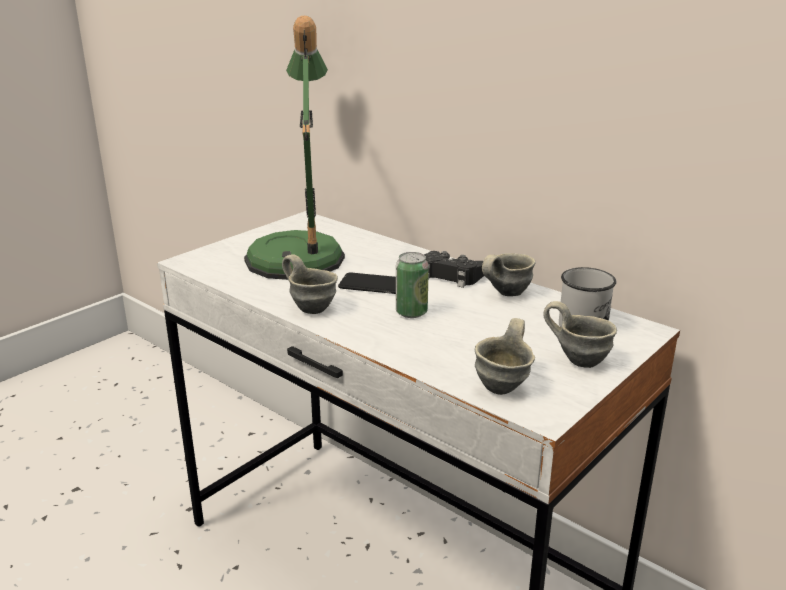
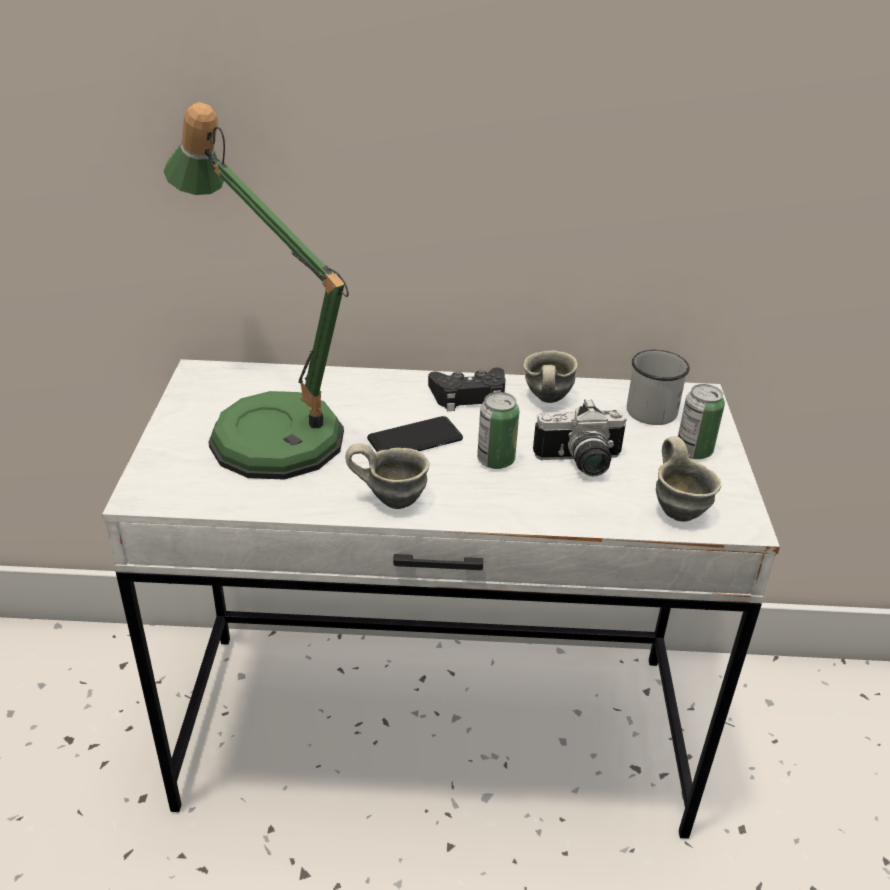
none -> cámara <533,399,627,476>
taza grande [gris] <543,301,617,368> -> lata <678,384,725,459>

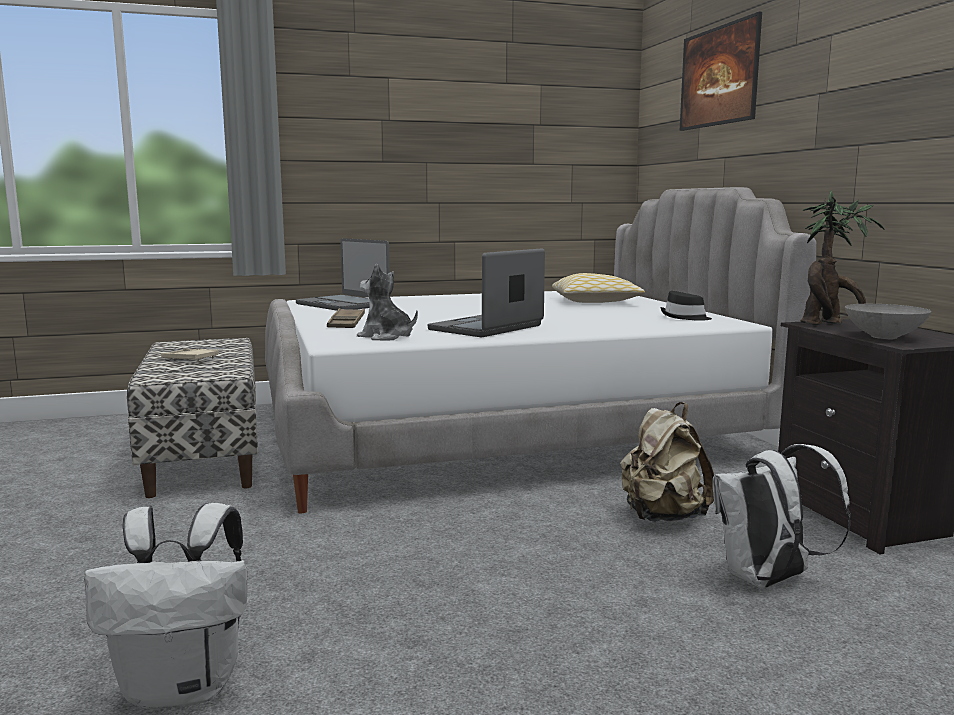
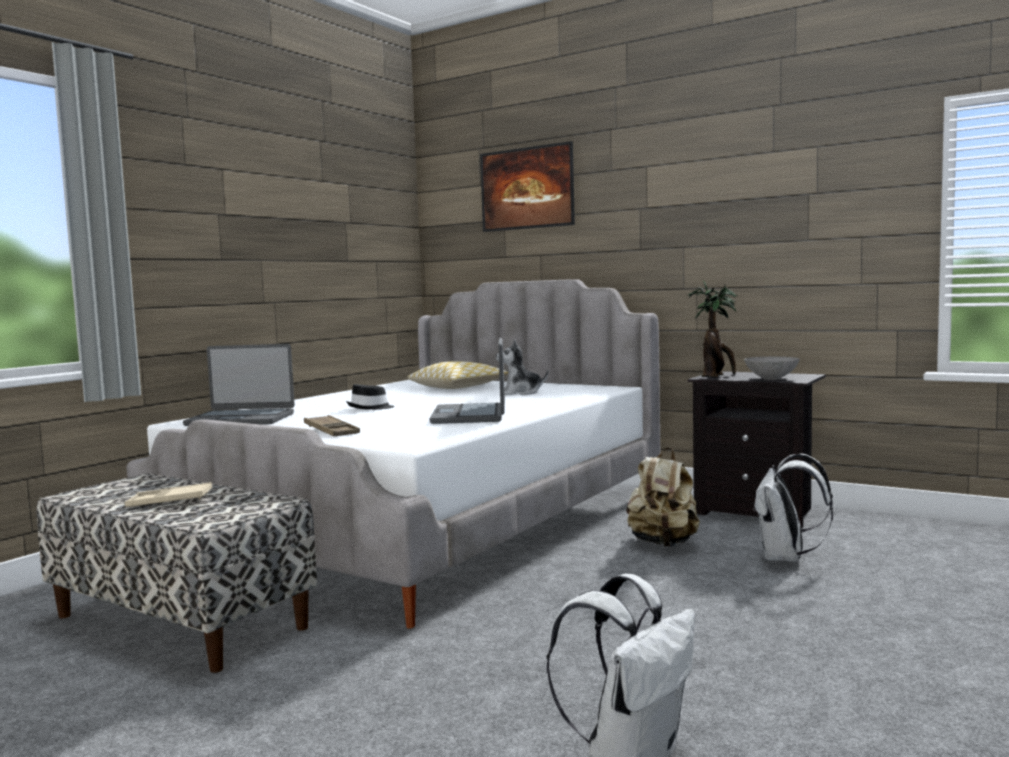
peluche <357,263,418,341> -> peluche <496,339,548,395>, move
sombrero [negro] <660,291,712,321> -> sombrero [negro] <346,384,394,410>, move

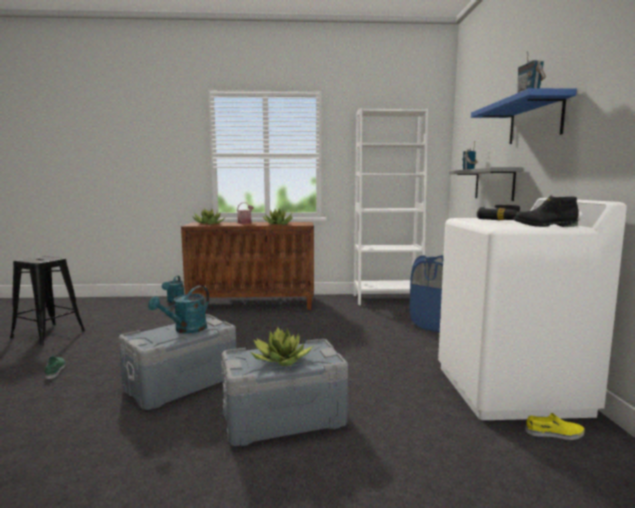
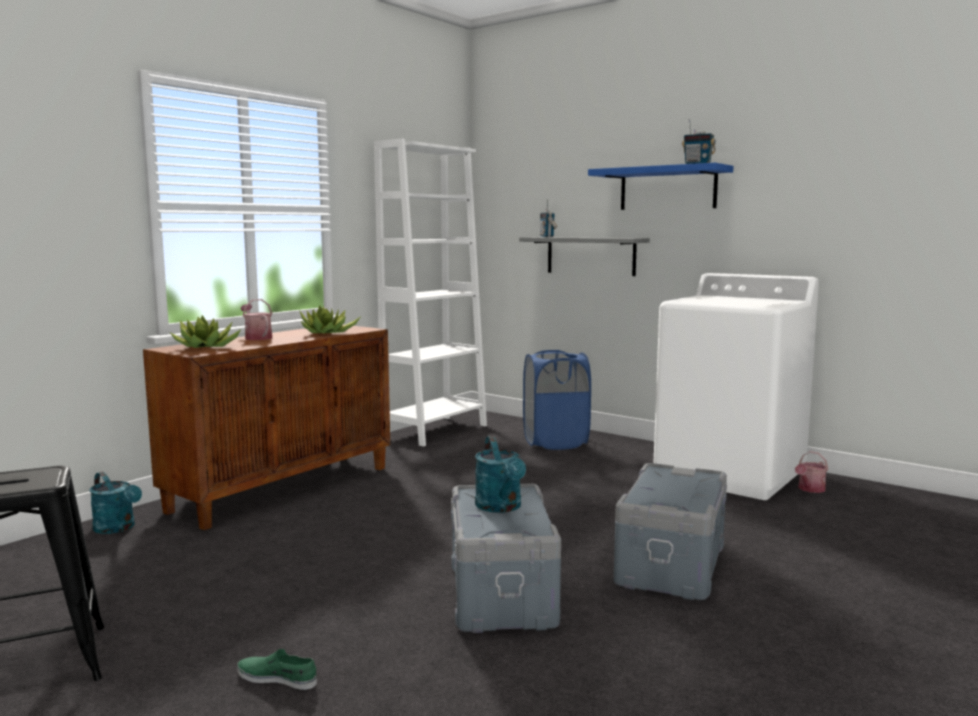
planta en maceta <251,327,313,366> -> none
taladro <477,205,520,220> -> none
bota [negro] <513,195,579,227> -> none
zapato [amarillo] <526,413,585,440> -> regadera <795,451,828,493>

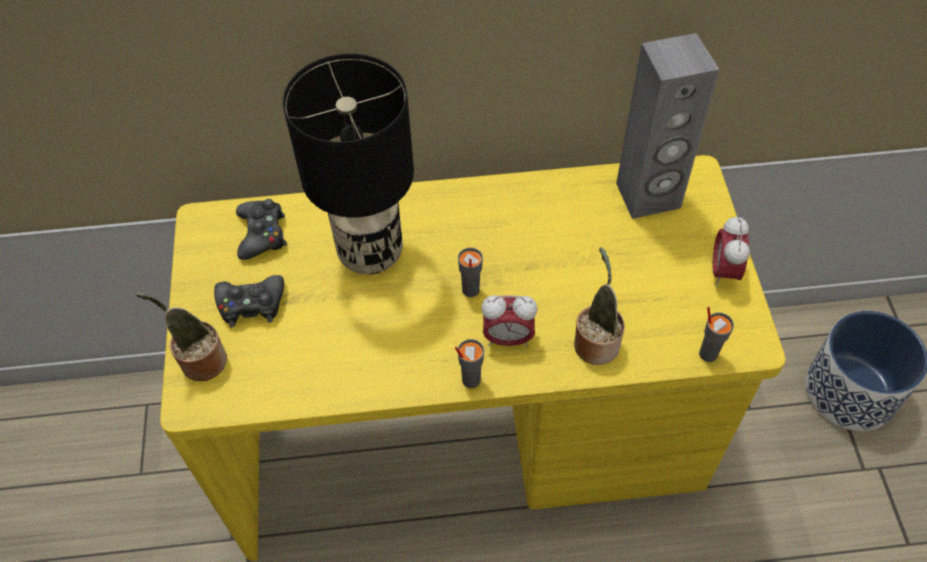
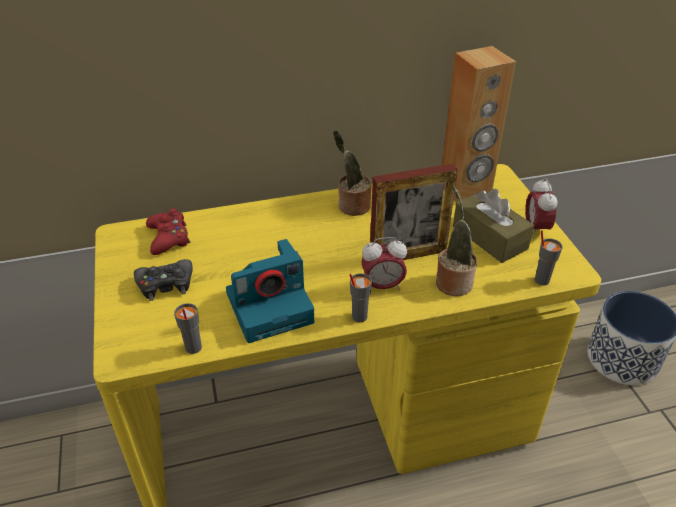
lámpara de mesa [negro] <283,54,414,274> -> none
none -> cámara <226,239,314,343>
none -> portarretratos <370,164,458,260>
none -> caja de pañuelos [marrón] <453,189,534,263>
planta en maceta <136,293,227,381> -> planta en maceta <333,130,372,216>, move
taza [gris] <458,248,483,297> -> taza [gris] <174,303,202,354>, move
mando de consola [negro] <236,199,287,260> -> mando de consola [rojo] <146,208,190,255>
altavoz [gris] <616,33,720,219> -> altavoz [marrón] <442,46,516,203>

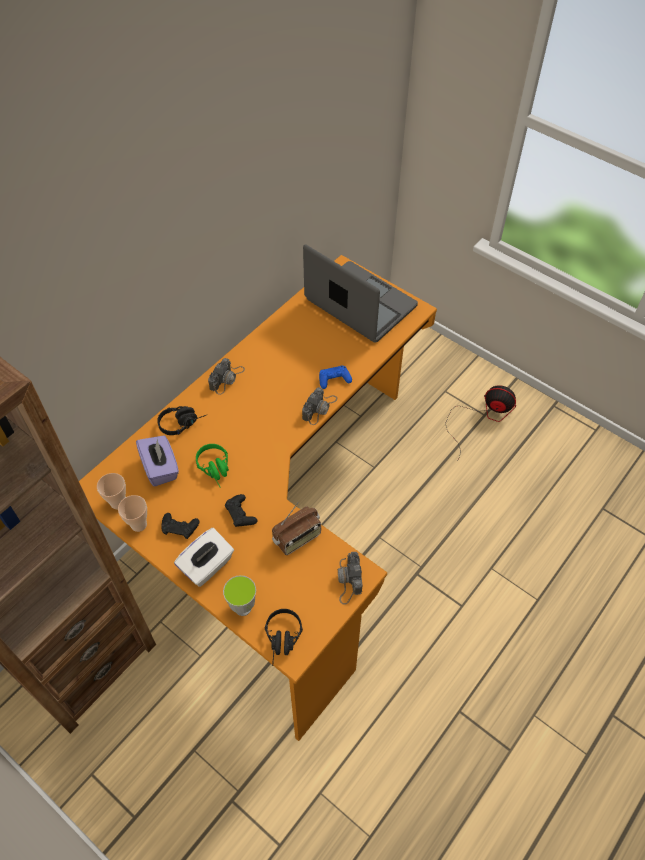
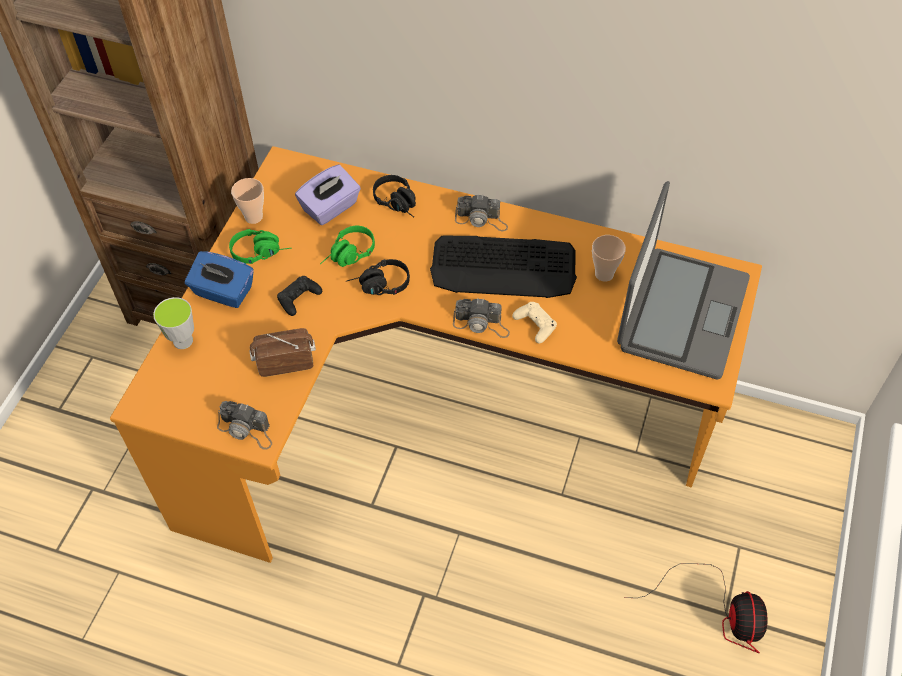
none -> teclado <430,236,577,298>
taza <97,473,126,509> -> taza <592,235,626,282>, move
auriculares [negro] <265,609,303,666> -> auriculares [negro] <346,259,410,295>, move
mando de consola [negro] <161,513,200,539> -> auriculares [verde] <229,229,292,264>
caja de pañuelos [blanco] <174,528,234,587> -> caja de pañuelos [azul] <185,251,254,308>
mando de consola [azul] <319,366,352,389> -> mando de consola [beis] <512,302,557,344>
radio <272,502,321,555> -> radio <250,328,316,377>, 135 degrees clockwise
cámara <338,552,362,605> -> cámara <217,401,272,450>, 135 degrees counterclockwise

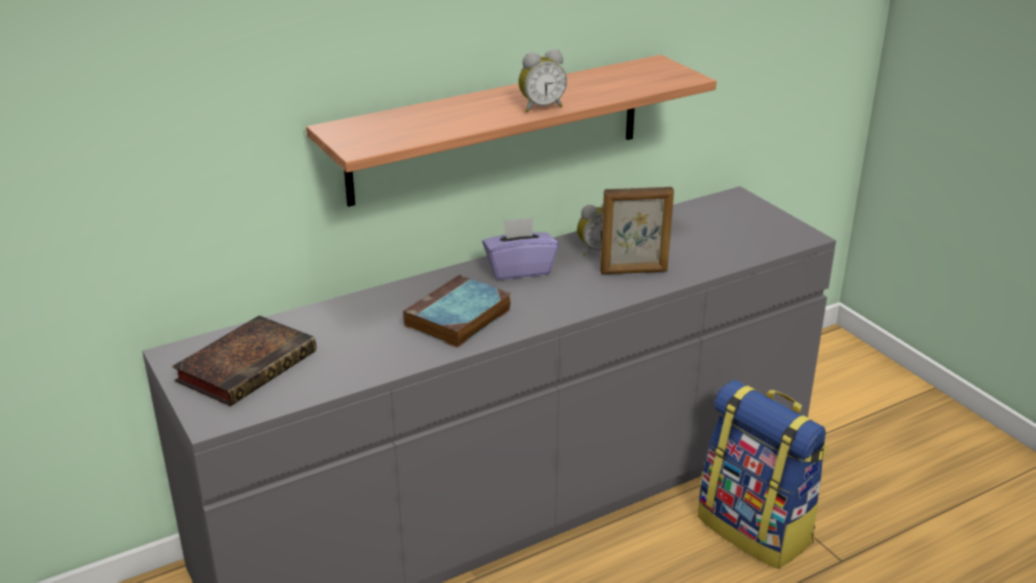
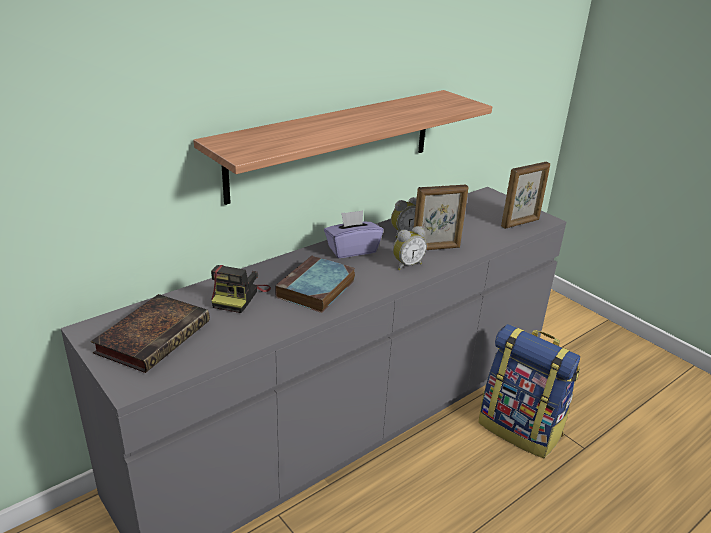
none -> cámara <211,265,271,313>
none -> portarretratos <501,162,550,229>
despertador <518,50,567,112> -> despertador <393,226,427,271>, move

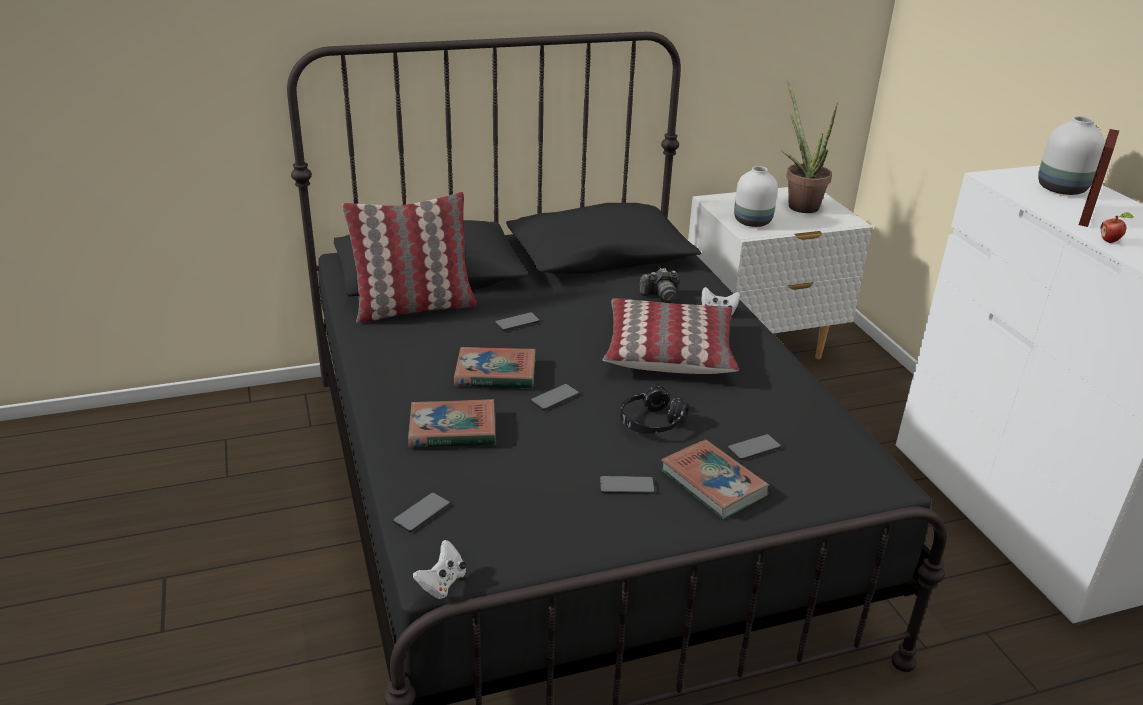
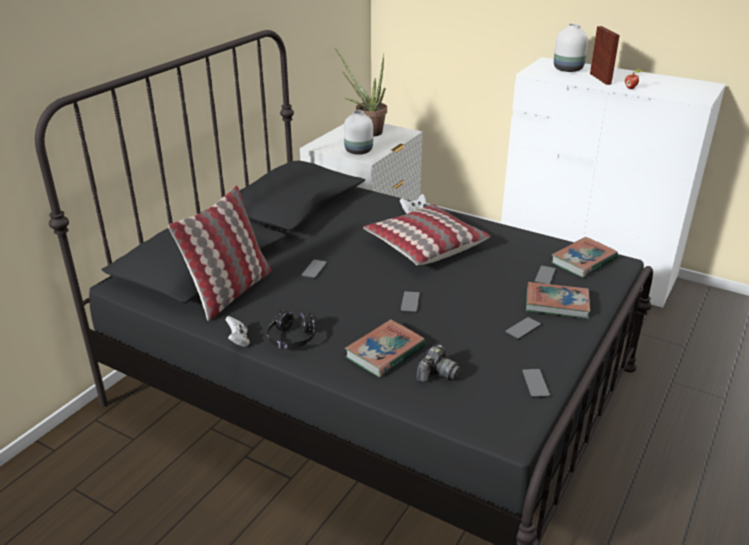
móvil <393,492,450,532> -> móvil <522,369,550,398>, move
mando de consola [blanco] <413,540,466,599> -> mando de consola [blanco] <226,316,250,347>, move
libro <454,347,536,388> -> libro <551,237,618,277>, move
auriculares [negro] <620,385,689,434> -> auriculares [negro] <267,310,315,349>, move
cámara <639,268,679,303> -> cámara <416,345,461,383>, move

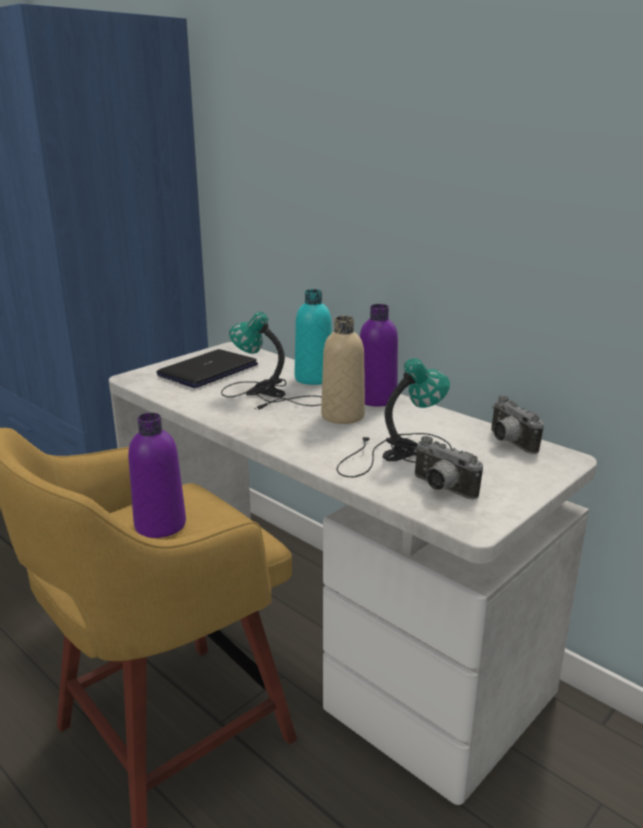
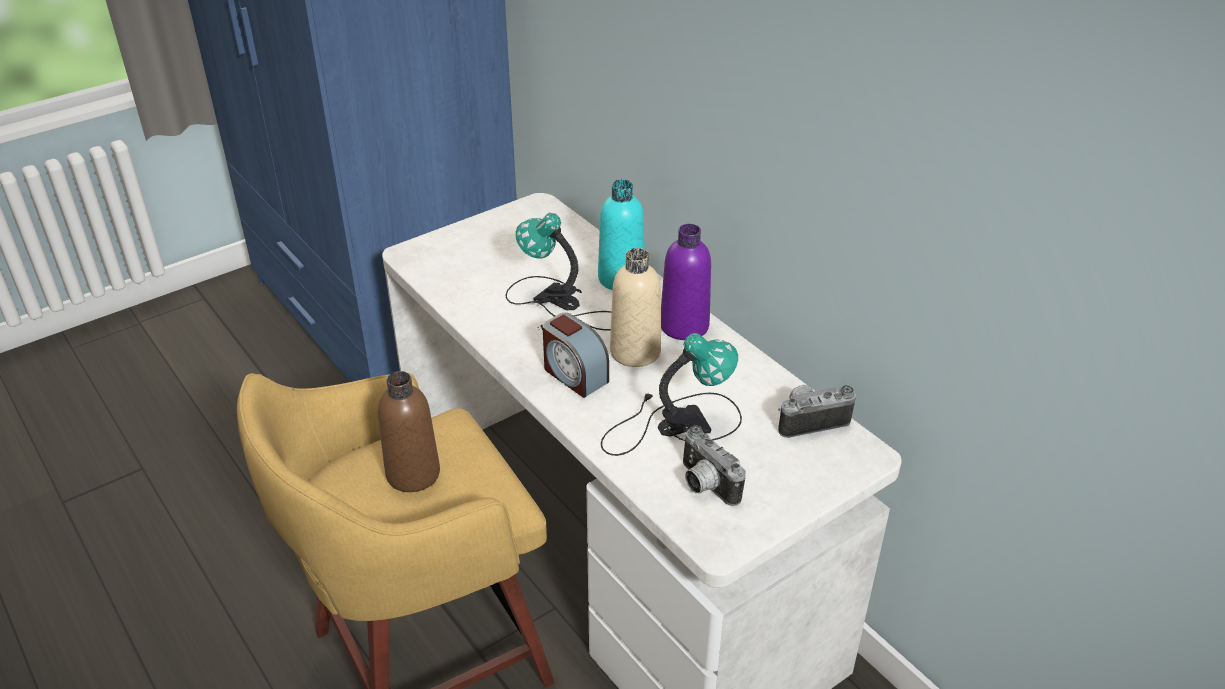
portátil <156,349,258,388> -> none
none -> despertador <542,313,609,398>
botella [morado] <128,413,186,538> -> botella [marrón] <378,371,440,492>
cámara <491,396,544,454> -> cámara <778,385,856,438>, 90 degrees clockwise

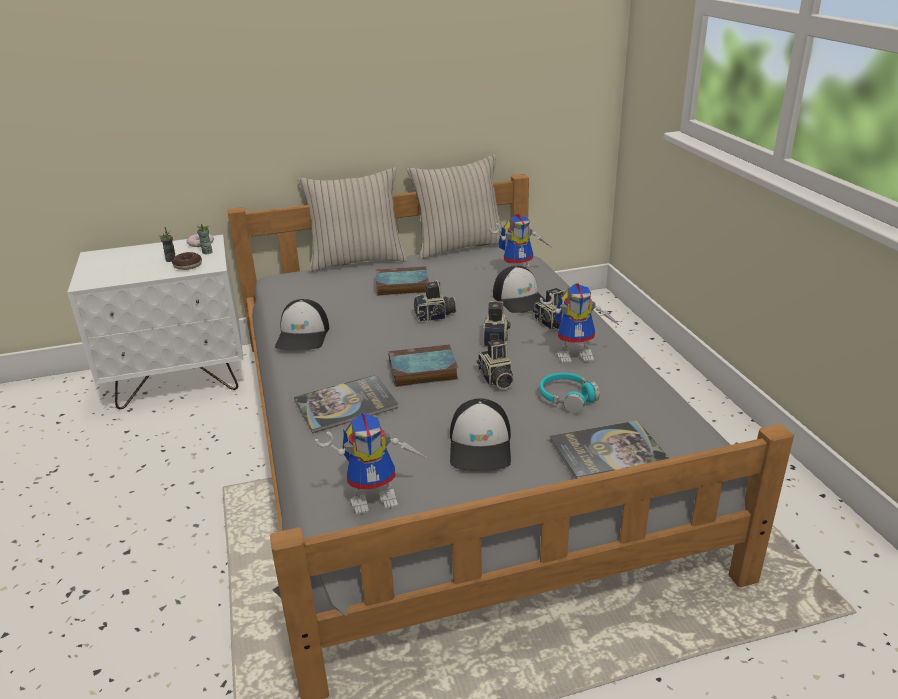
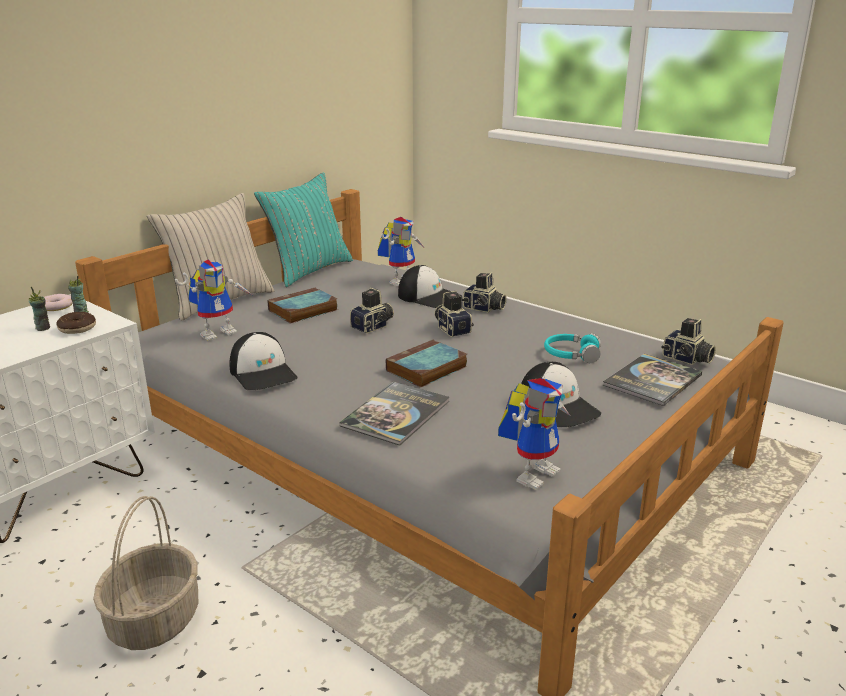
none -> cesta <93,496,198,650>
cámara <477,339,514,389> -> cámara <661,318,716,365>, move
robot de juguete <540,283,620,363> -> robot de juguete <175,260,252,341>, move
cojín [beis] <407,155,503,259> -> cojín [turquesa] <254,172,353,287>

